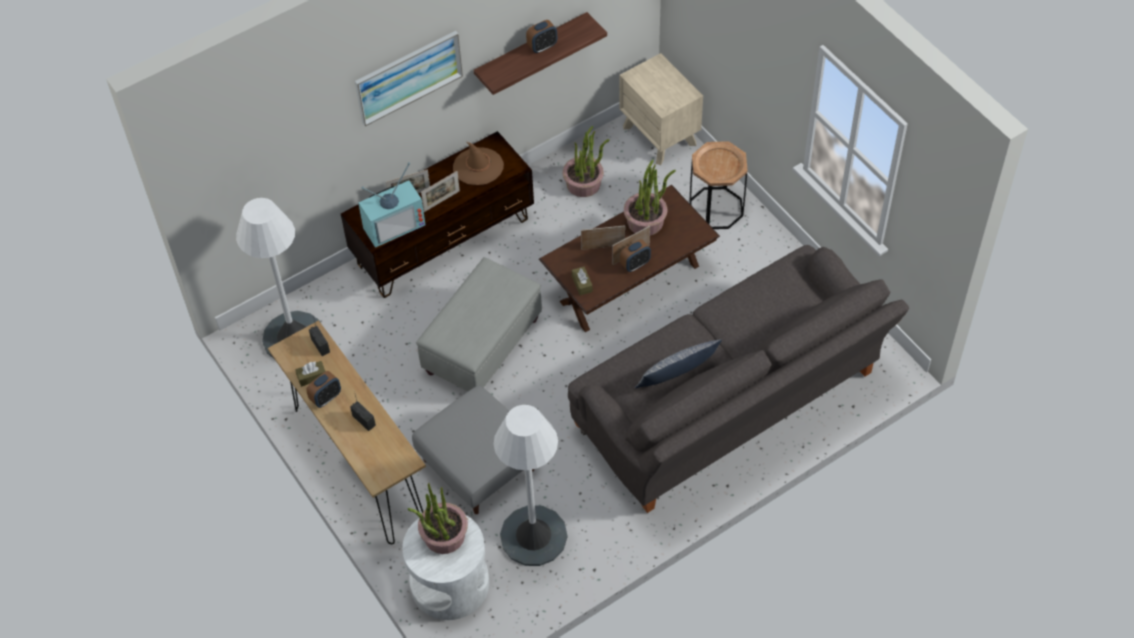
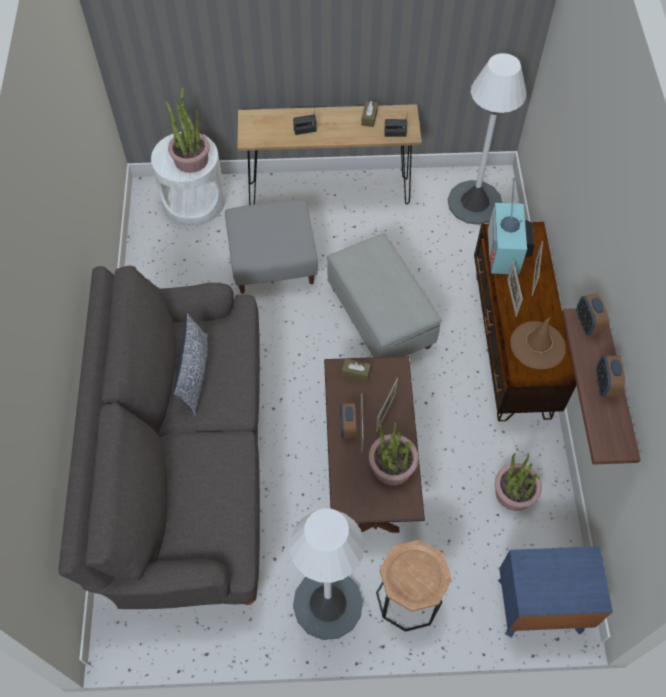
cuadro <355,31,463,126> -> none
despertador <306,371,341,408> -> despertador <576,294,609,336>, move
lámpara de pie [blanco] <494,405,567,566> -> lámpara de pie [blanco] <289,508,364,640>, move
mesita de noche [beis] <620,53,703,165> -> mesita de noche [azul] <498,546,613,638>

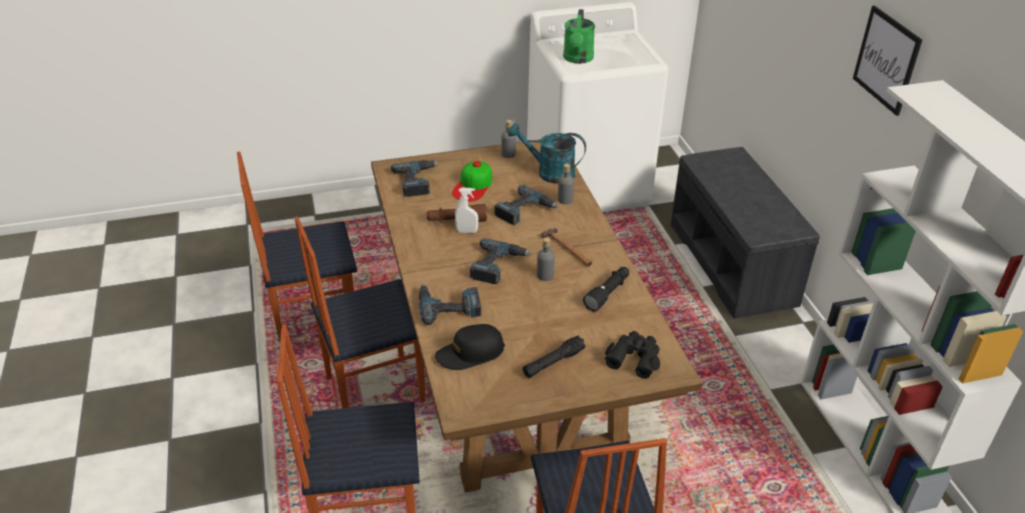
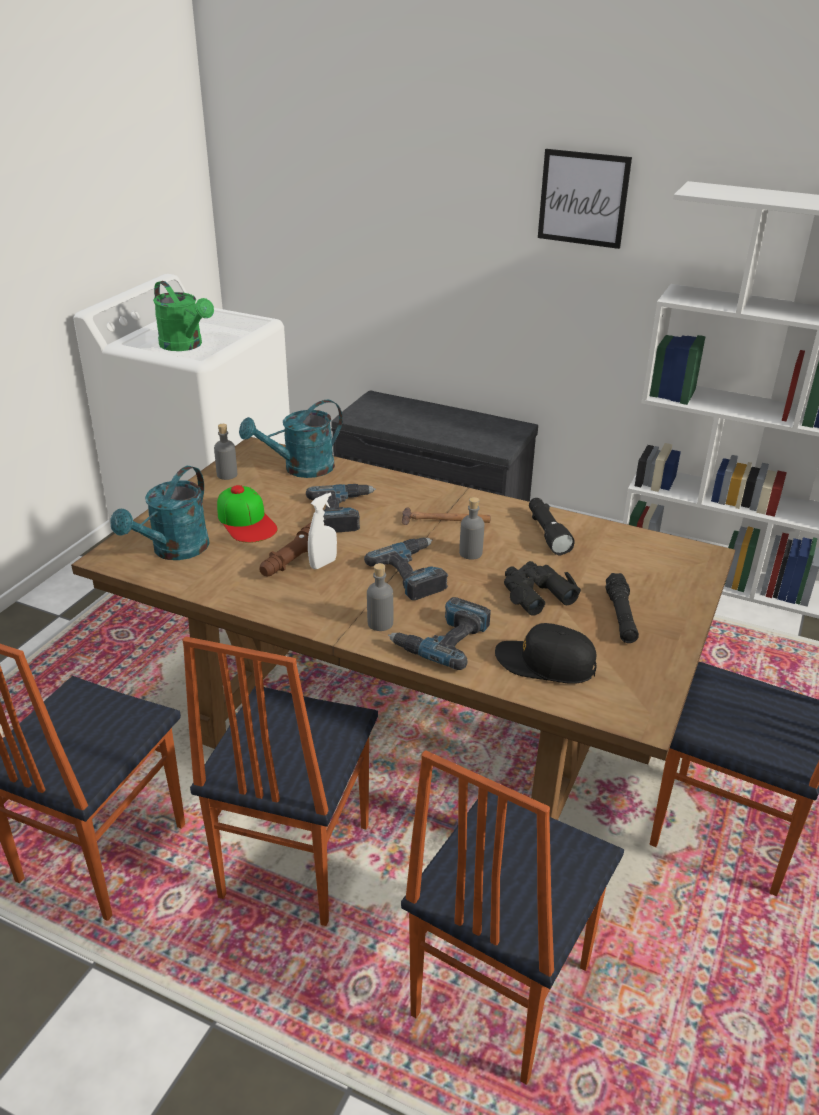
botella [gris] <558,164,574,204> -> botella [gris] <367,563,393,631>, move
prismáticos [negro] <605,331,660,379> -> prismáticos [negro] <504,561,581,616>, move
taladro <391,160,439,197> -> regadera [turquesa] <110,466,209,560>
gorra [negro] <435,324,505,370> -> gorra [negro] <495,623,597,684>, 90 degrees clockwise

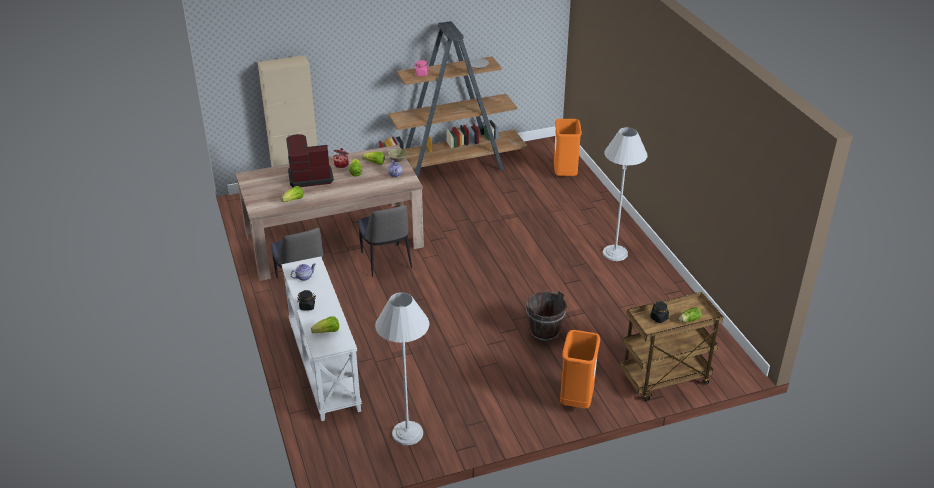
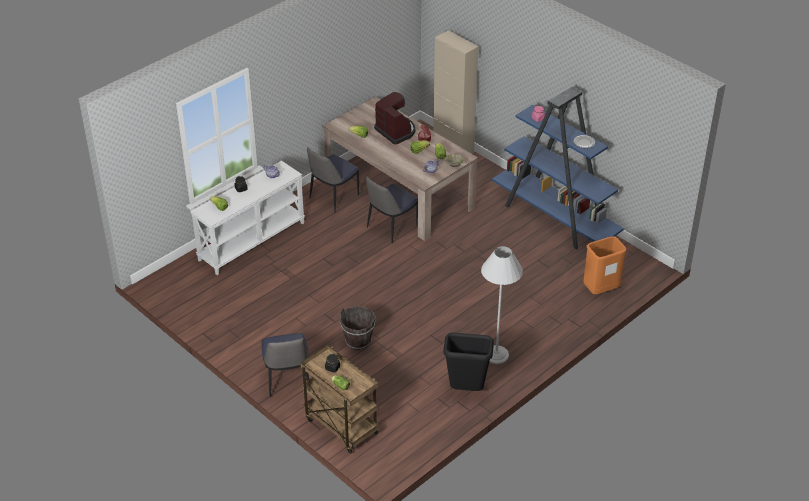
lámpara de pie [blanco] <375,292,429,445> -> none
none -> papelera [negro] <443,332,494,391>
papelera [naranja] <560,330,600,408> -> silla <261,333,309,397>
estantería [marrón] <379,21,527,177> -> estantería [azul] <492,87,624,250>

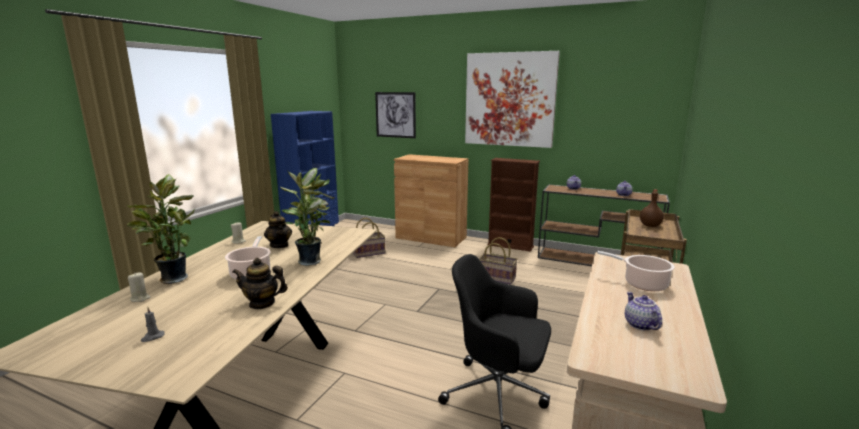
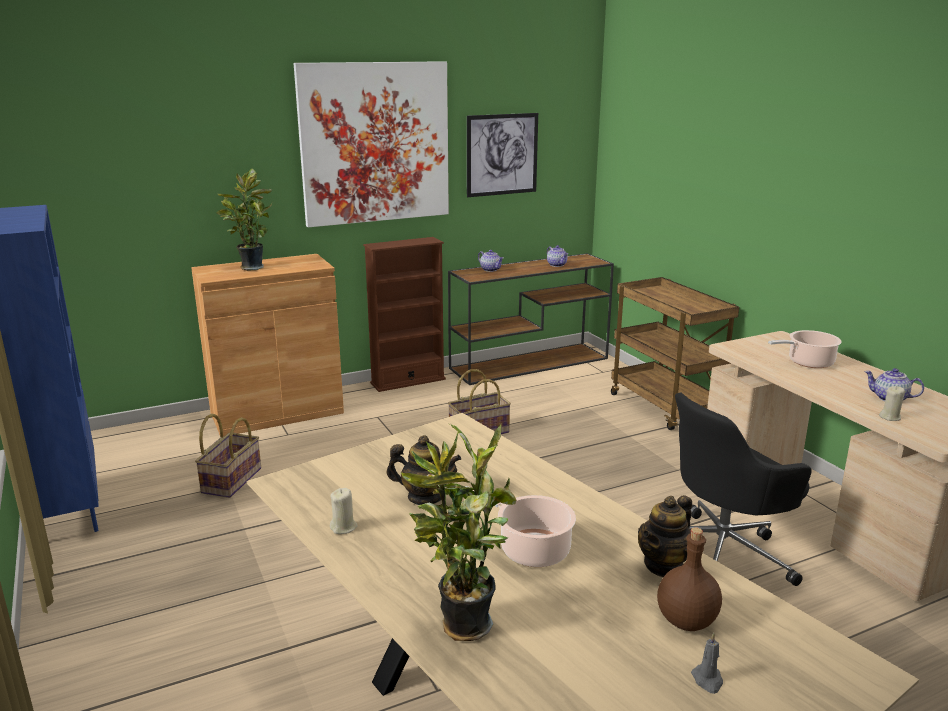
vela [beis] <128,273,151,302> -> vela [beis] <879,386,905,421>, move
planta en maceta <281,168,335,266> -> planta en maceta <217,168,272,271>, move
cuadro <375,92,416,138> -> cuadro <467,113,538,197>, move
botella [marrón] <640,189,664,227> -> botella [marrón] <657,527,722,631>, move

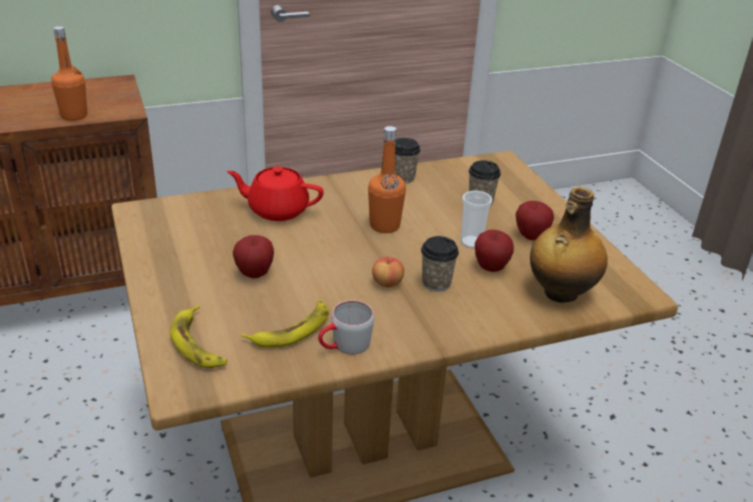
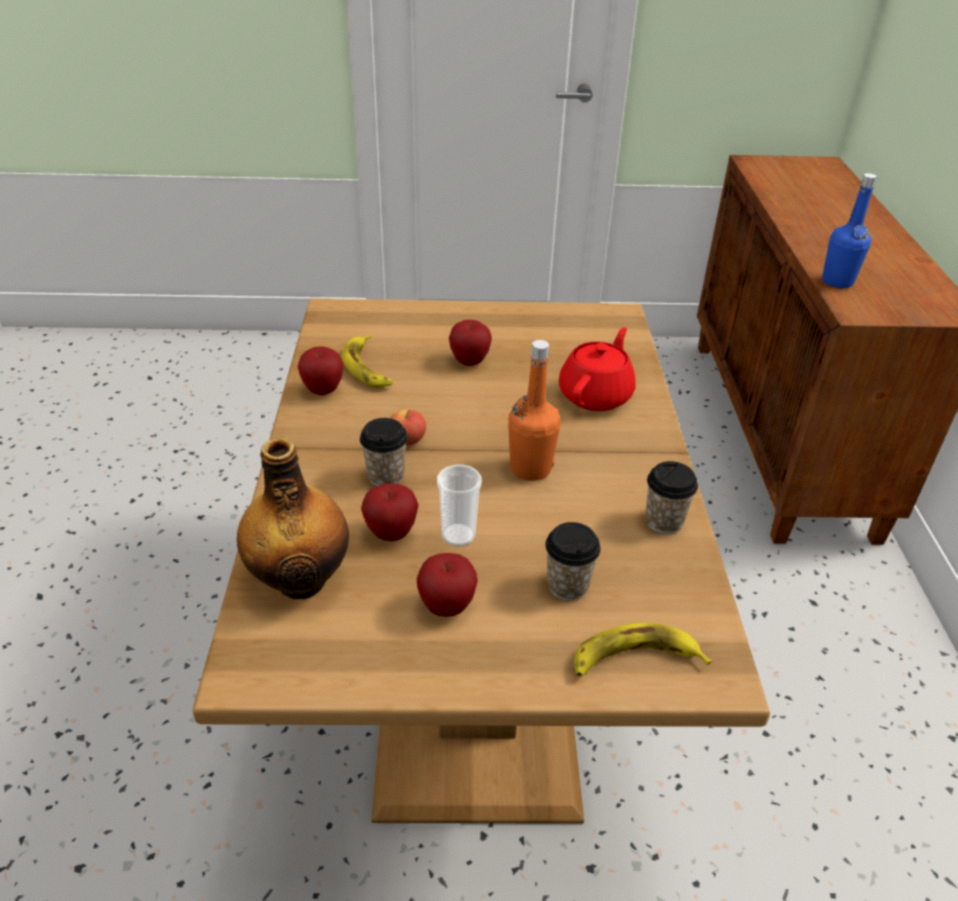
plátano <170,305,227,368> -> plátano <574,623,712,676>, move
taza grande [gris] <318,300,374,354> -> manzana <298,347,344,395>
botella [naranja] <51,26,87,121> -> botella [azul] <822,173,877,288>

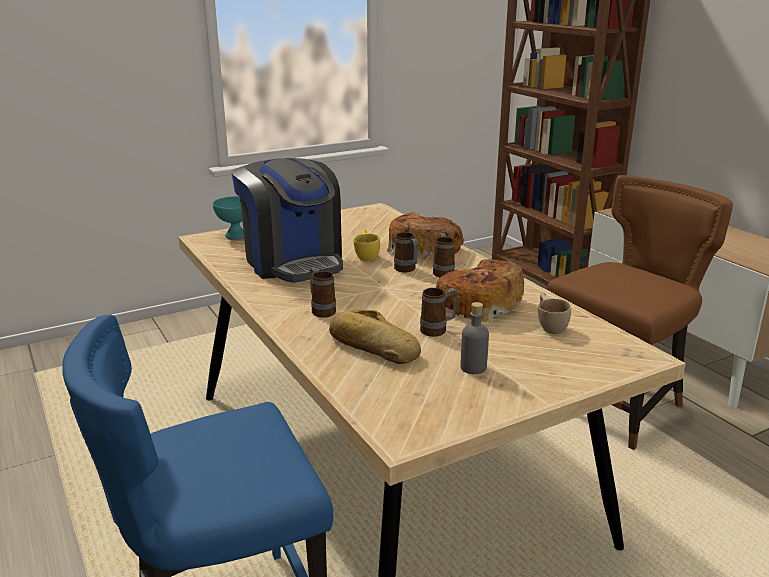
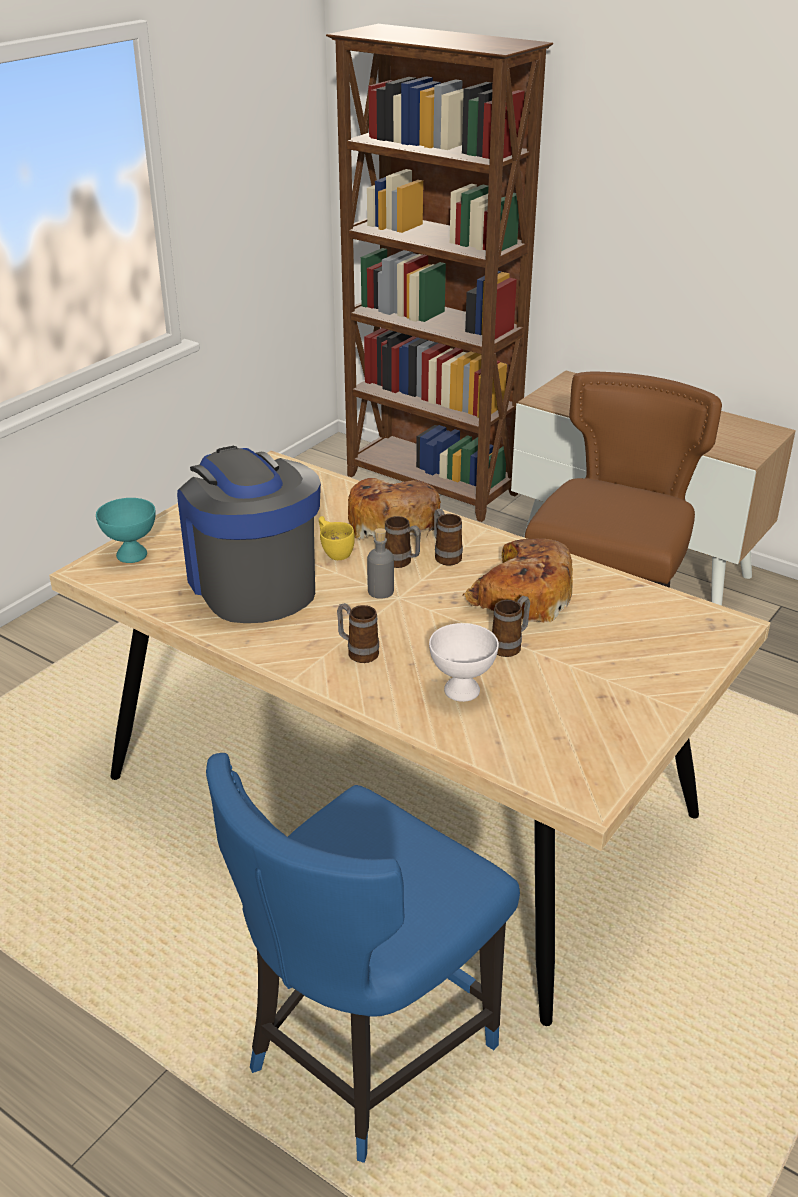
taza [beis] <538,292,571,334> -> none
botella [gris] <461,302,489,374> -> botella [gris] <367,528,394,599>, move
pan <329,309,421,364> -> cuenco [blanco] <429,623,499,702>
cafetera <232,158,343,283> -> cafetera <177,446,321,623>, 150 degrees counterclockwise

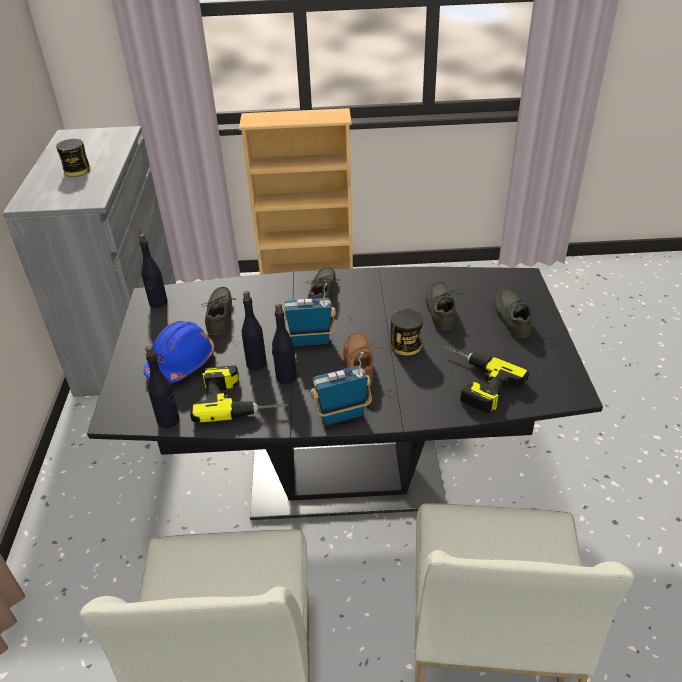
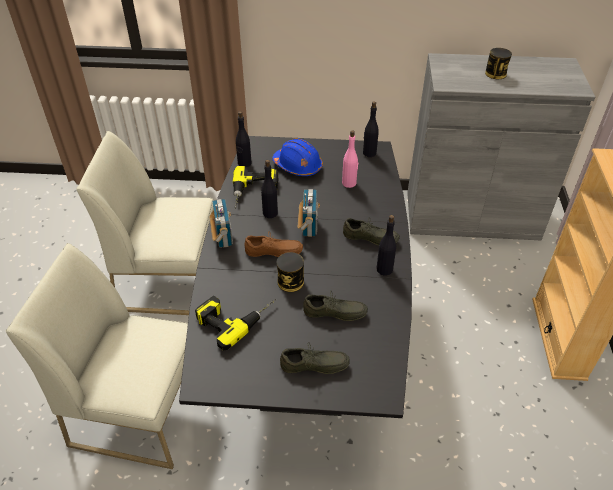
botella [negro] <242,291,267,371> -> botella [negro] <376,215,396,276>, move
zapato [gris] <201,287,236,336> -> botella [rosa] <342,130,358,188>

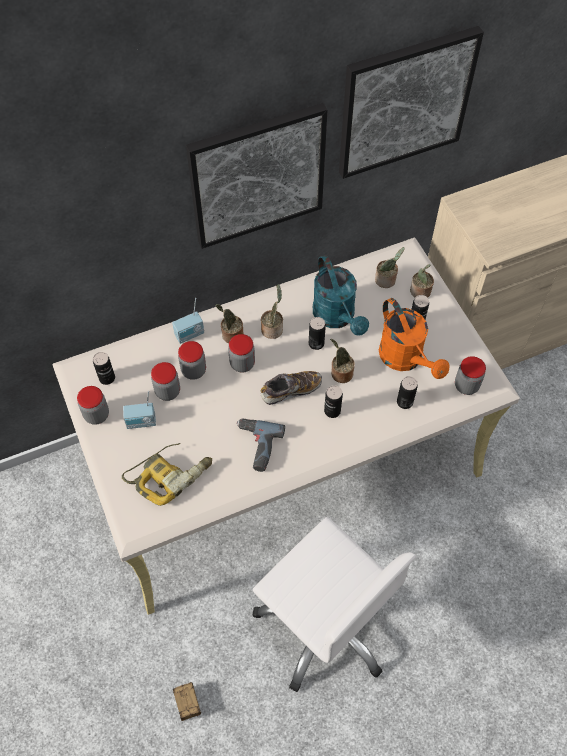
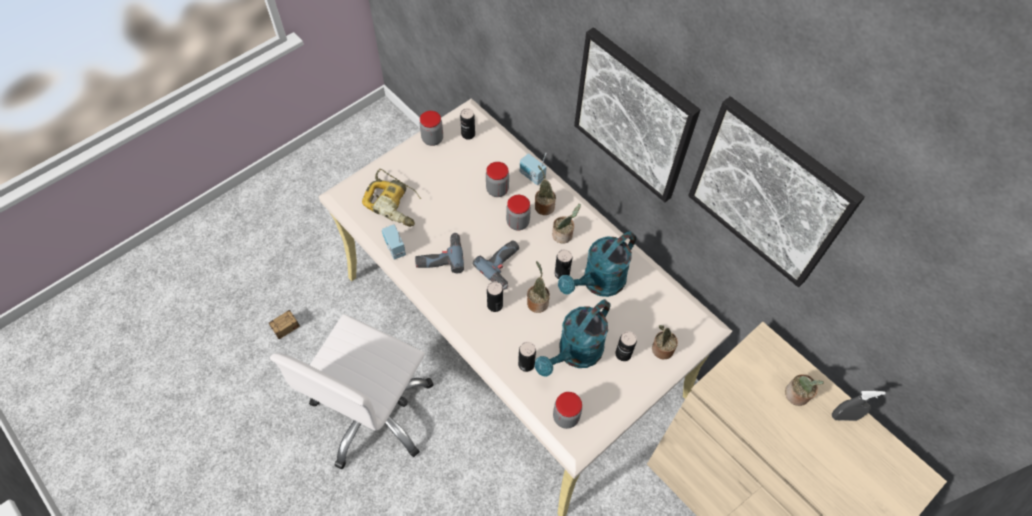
tarro <151,362,180,401> -> none
none -> pulverizador [gris] <832,391,886,421>
radio <123,391,156,429> -> radio <382,224,406,260>, move
planta en maceta <375,247,404,288> -> planta en maceta <785,374,824,406>, move
zapato <260,371,322,405> -> taladro <473,240,519,290>
regadera [naranja] <379,298,450,379> -> regadera [turquesa] <535,299,611,377>

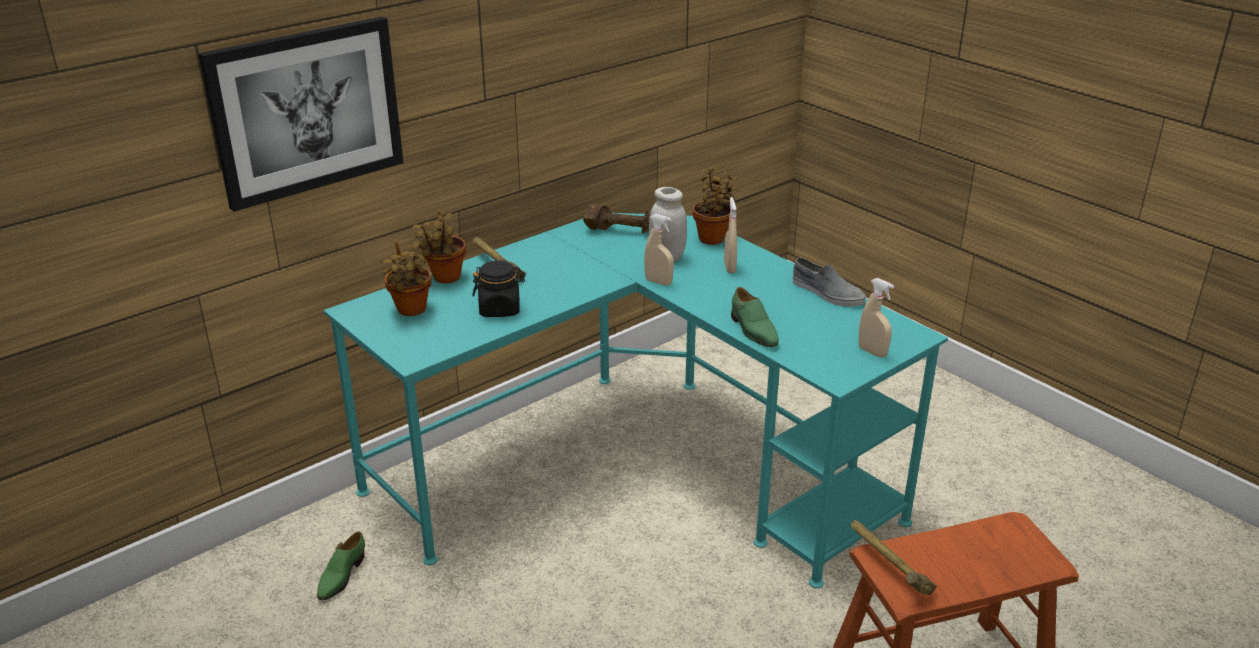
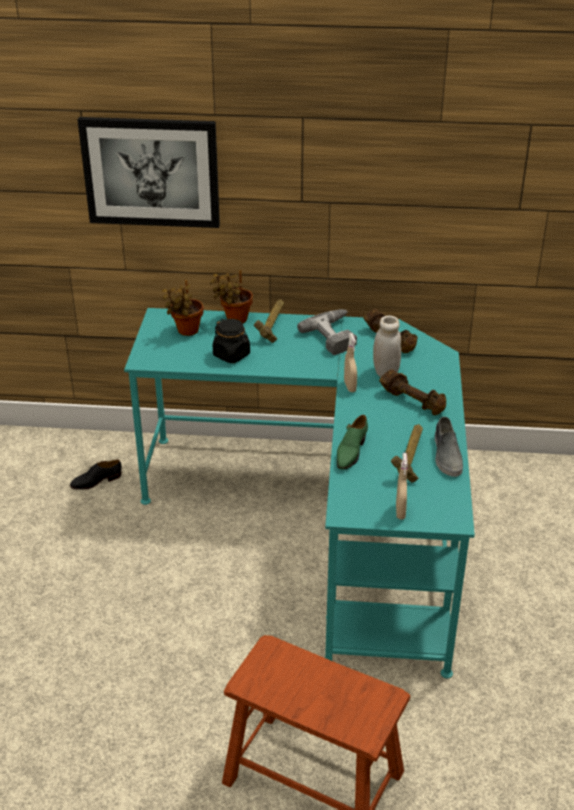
planta en maceta <693,167,738,245> -> none
none -> taladro <297,309,357,355>
martillo <850,520,937,595> -> martillo <391,424,423,483>, move
pulverizador [beis] <724,197,737,273> -> mancuerna [marrón] <379,369,446,415>
zapato [verde] <317,531,365,600> -> zapato [negro] <70,459,122,490>

